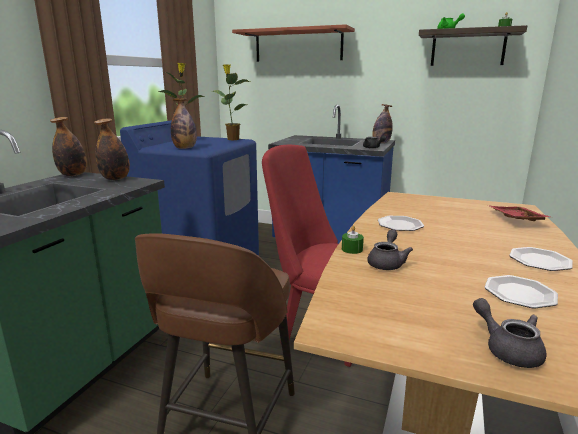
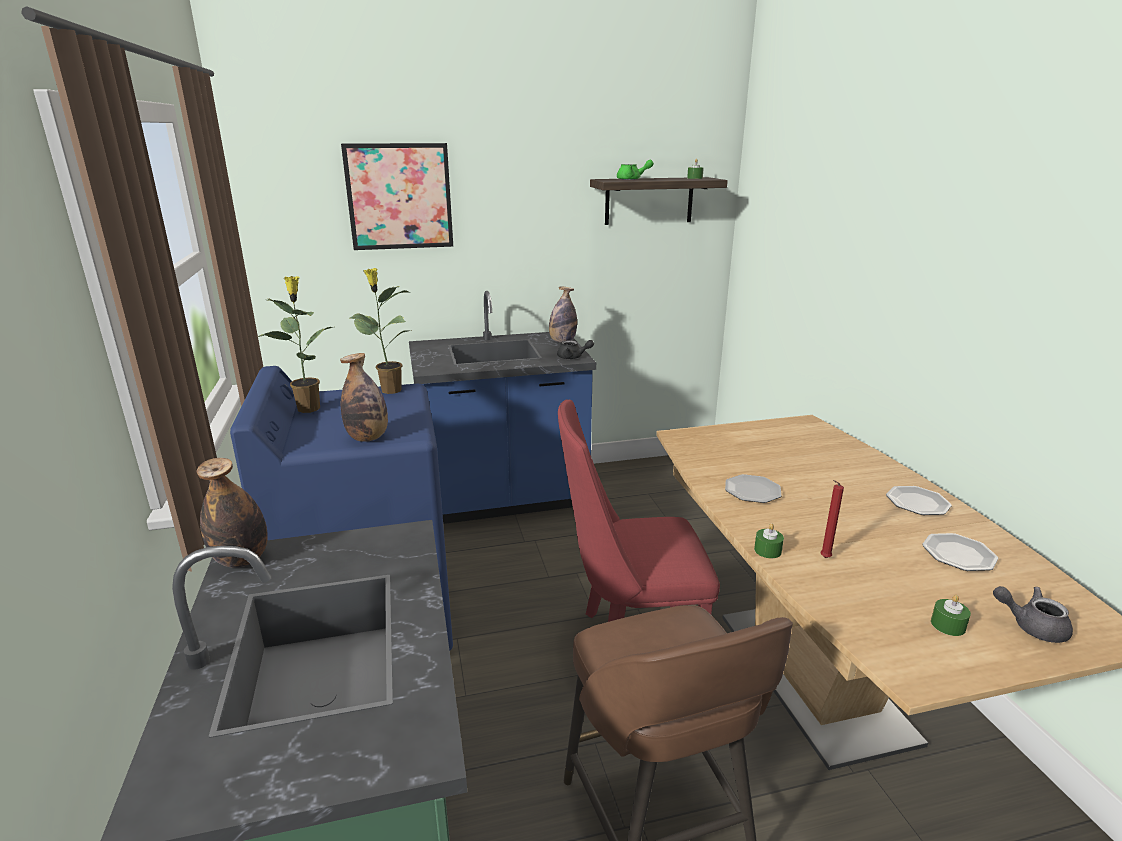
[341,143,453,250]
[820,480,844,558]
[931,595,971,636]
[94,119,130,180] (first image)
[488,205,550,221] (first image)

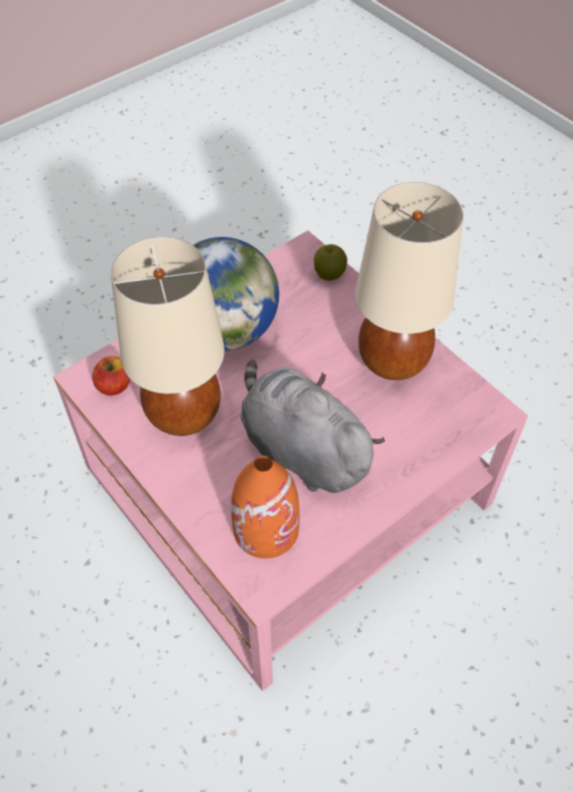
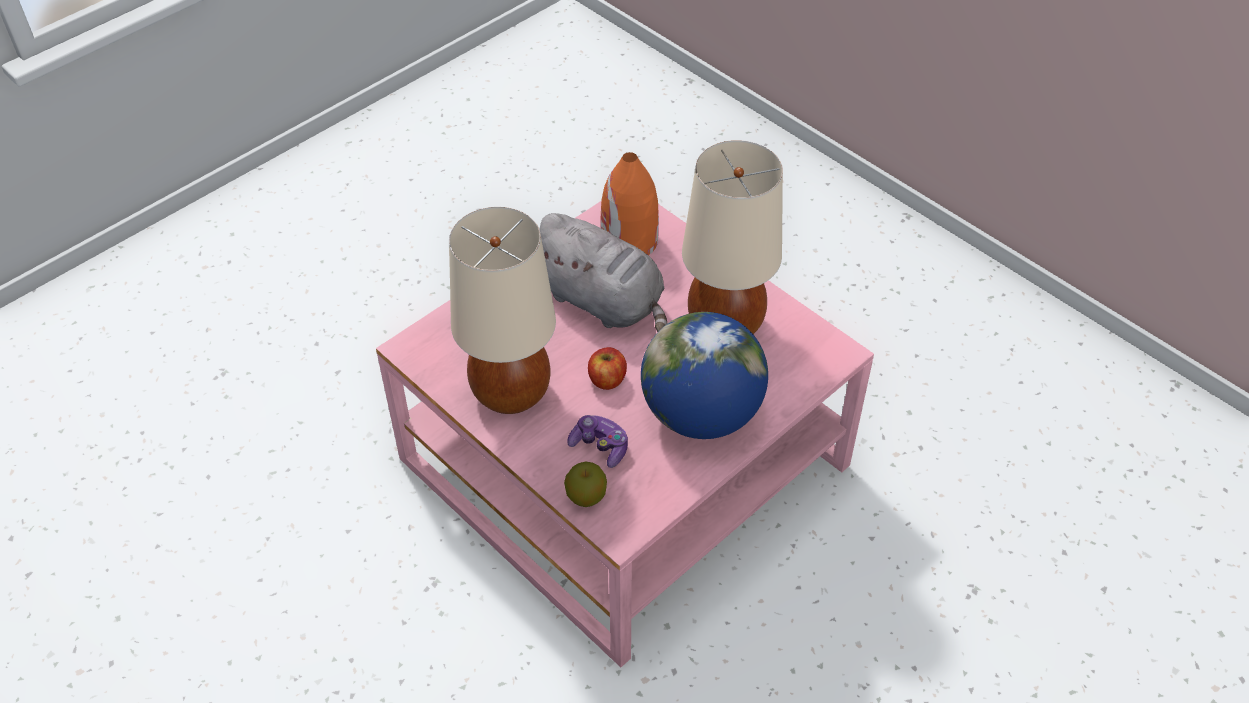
[567,415,628,468]
[588,347,627,390]

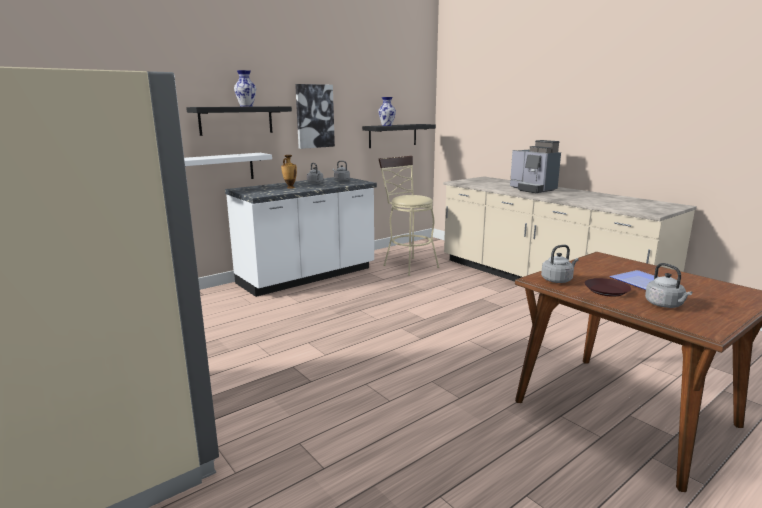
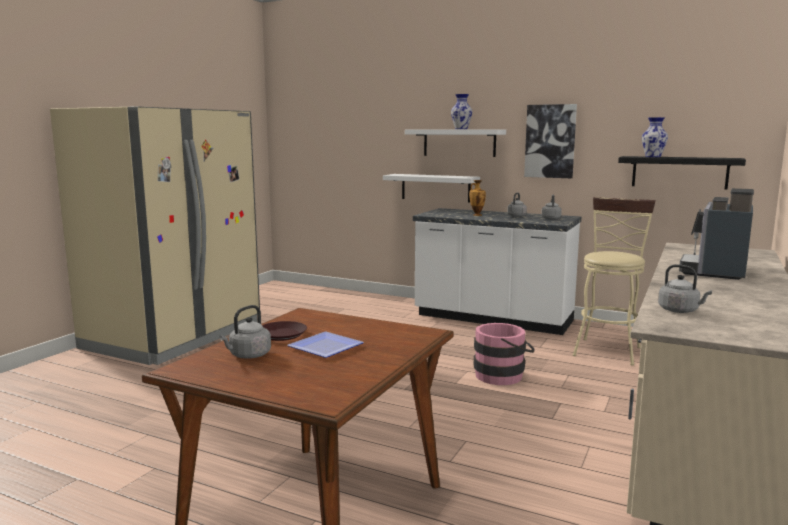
[405,129,506,157]
[474,323,534,385]
[658,264,712,313]

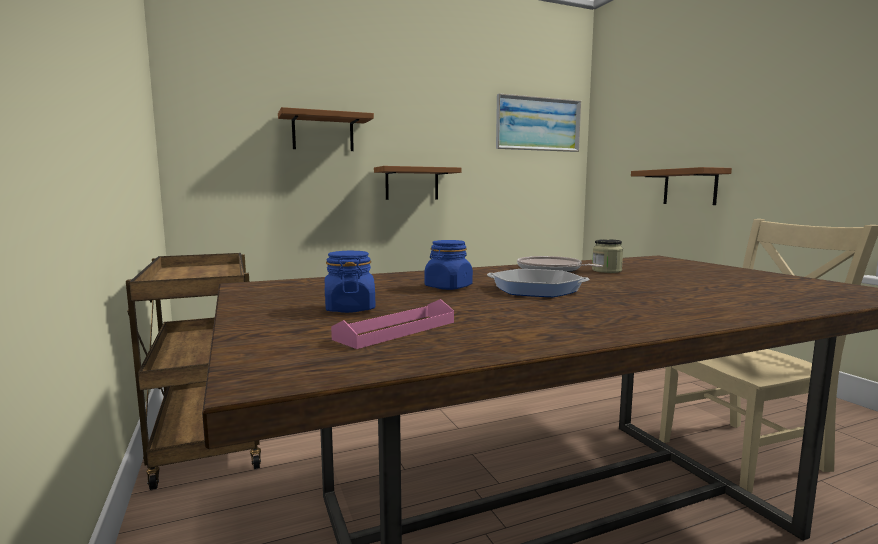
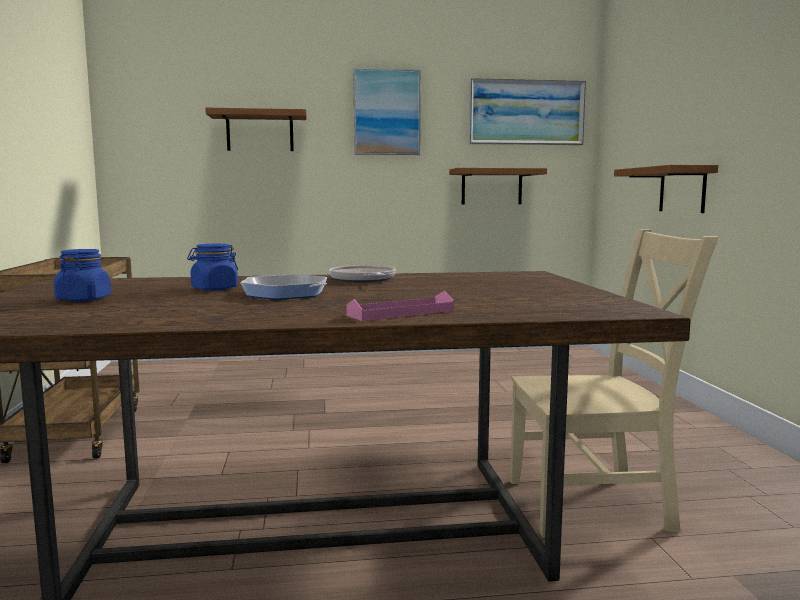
[346,291,454,321]
[353,68,421,155]
[449,168,547,204]
[592,239,623,273] (first image)

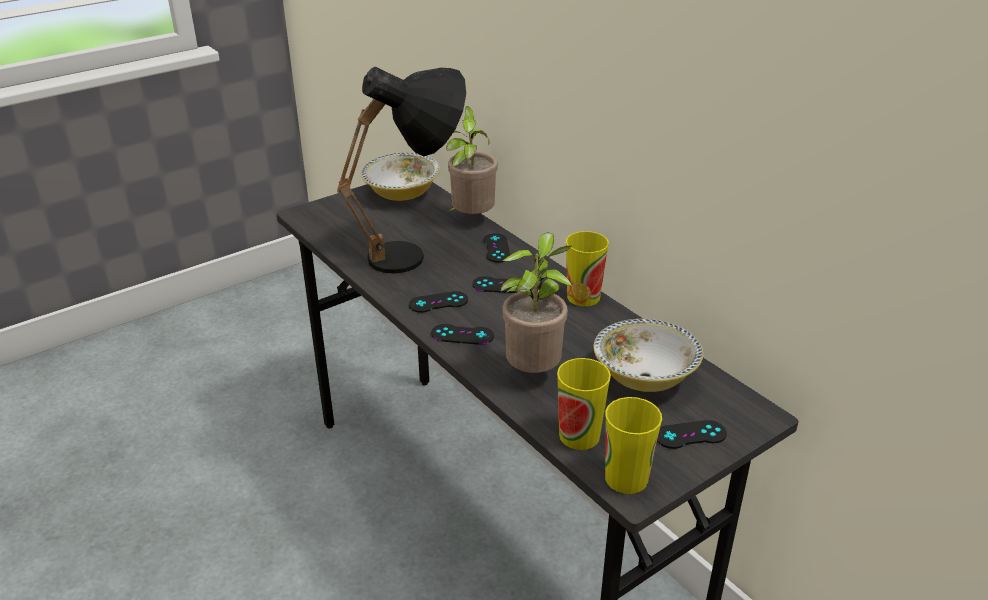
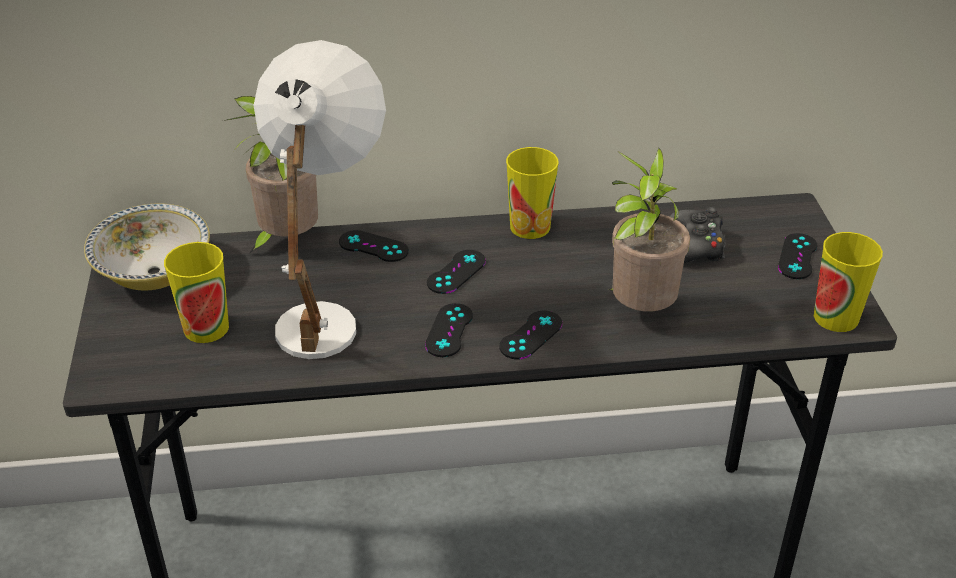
[164,242,229,343]
[253,40,386,359]
[670,207,725,263]

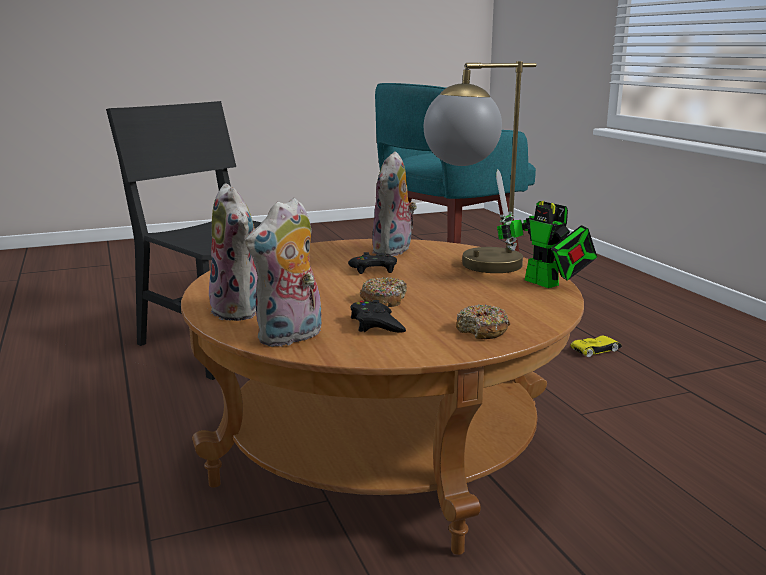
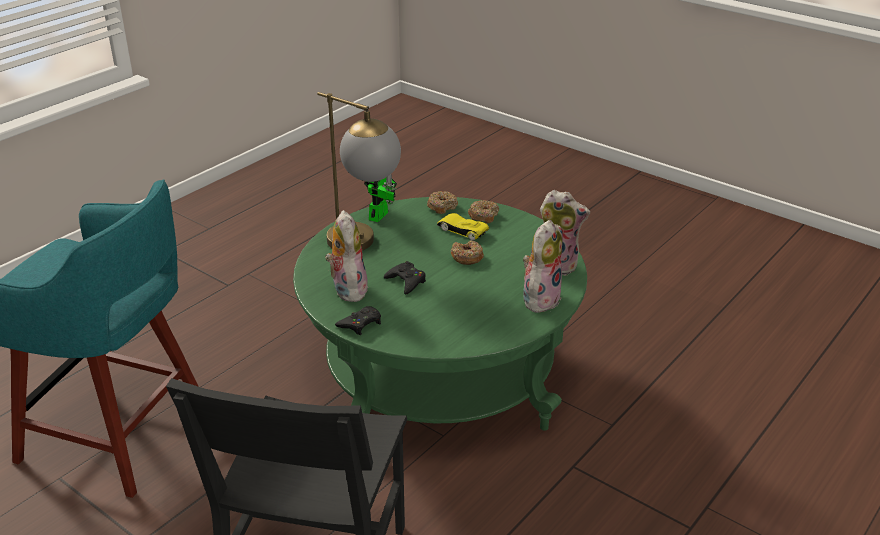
[293,197,587,431]
[325,210,368,302]
[335,306,381,335]
[427,191,458,214]
[437,213,489,241]

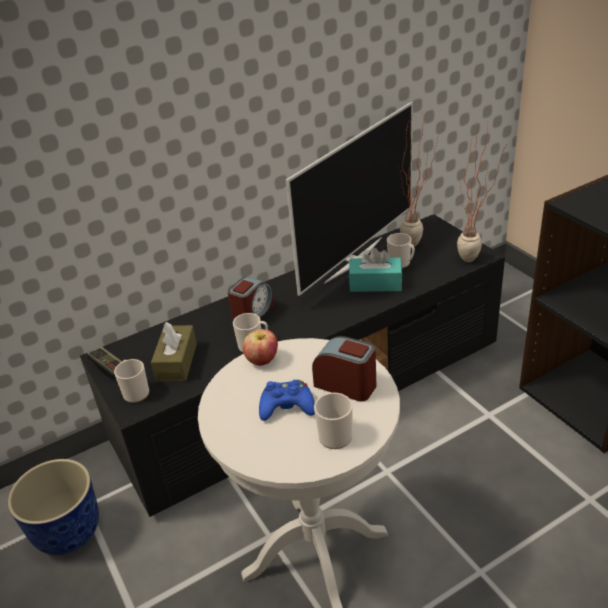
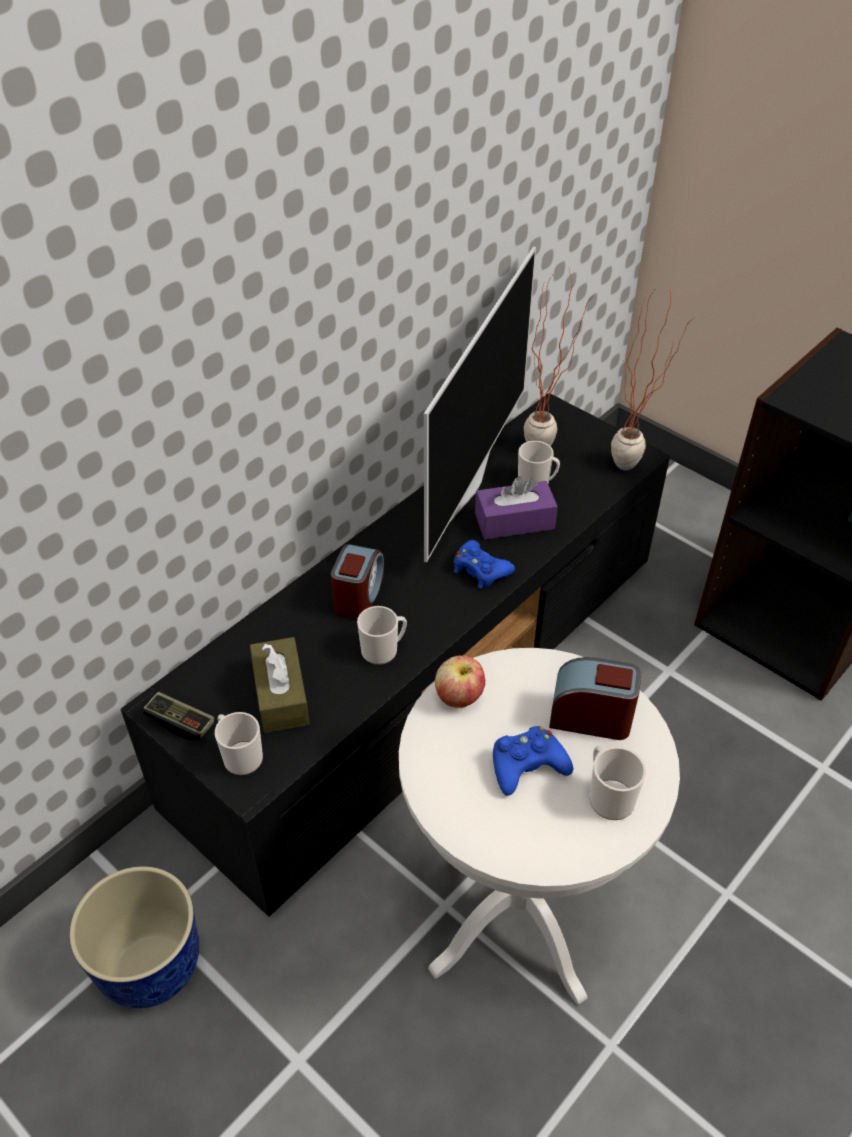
[454,540,515,589]
[475,476,558,539]

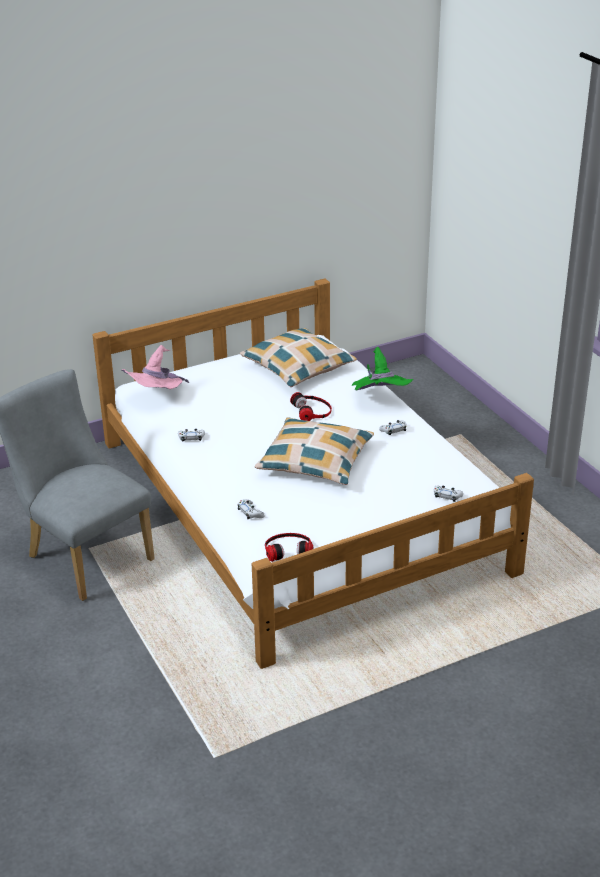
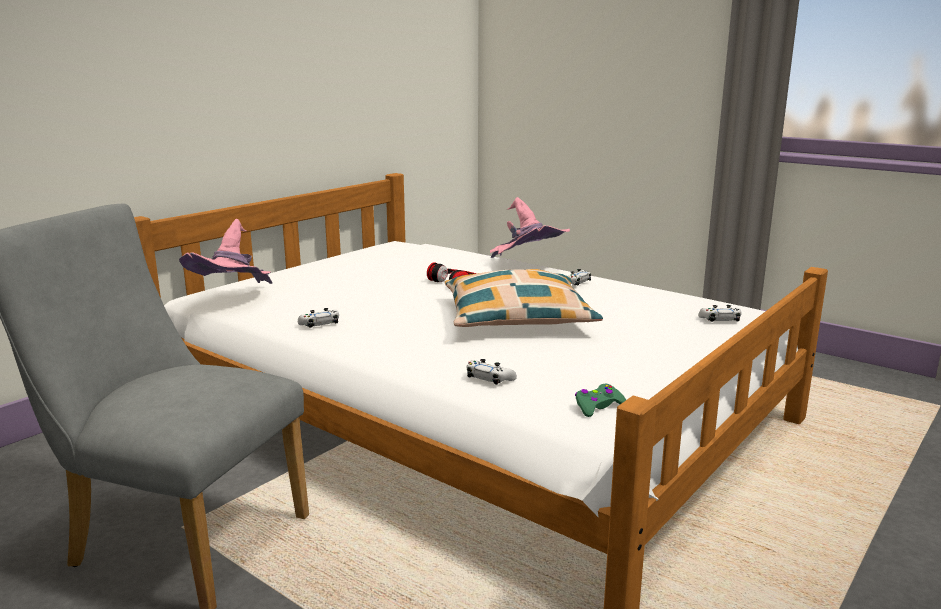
[490,197,570,258]
[575,384,626,417]
[240,328,357,387] (first image)

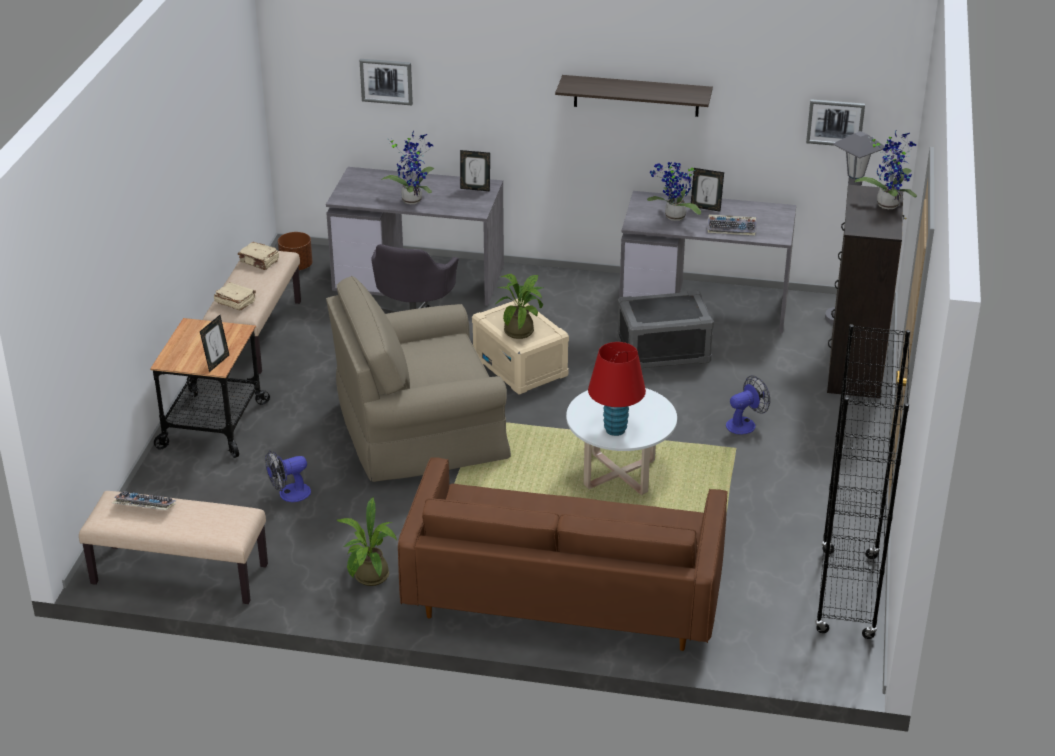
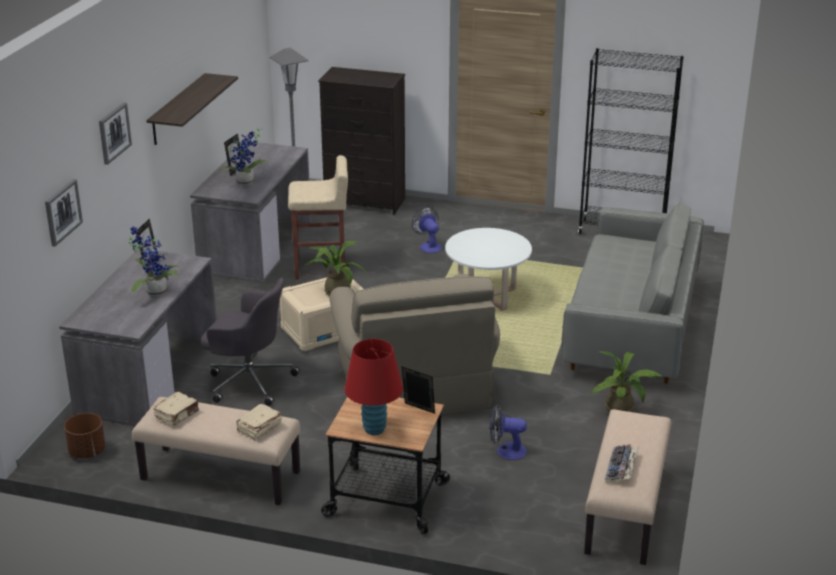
[99,102,132,165]
[288,155,348,280]
[344,339,403,435]
[490,405,527,460]
[561,203,704,384]
[707,214,757,235] (first image)
[854,129,917,209] (first image)

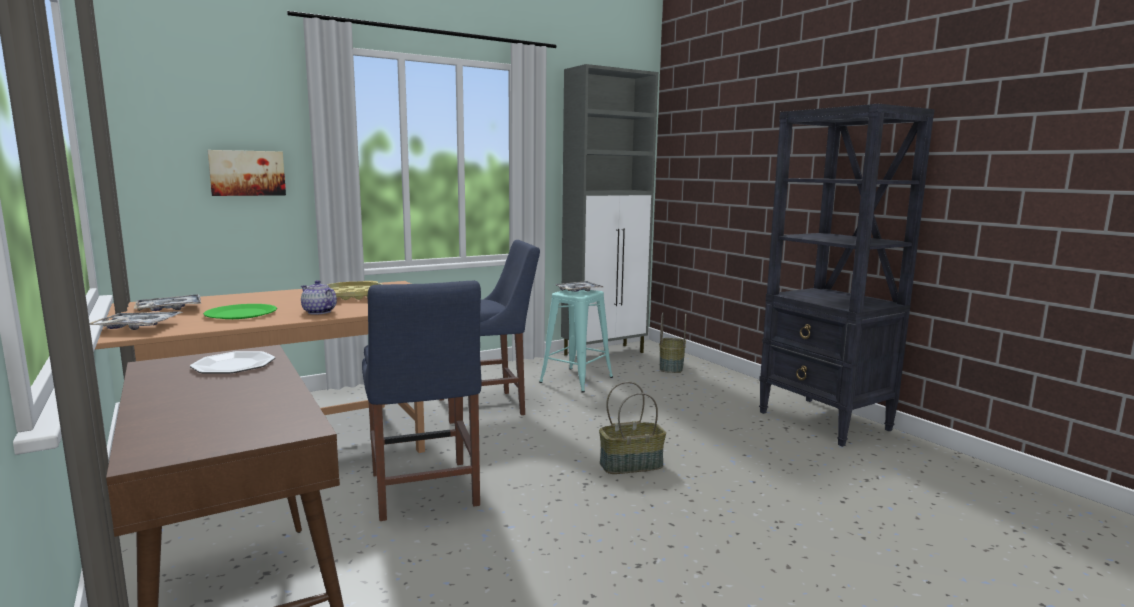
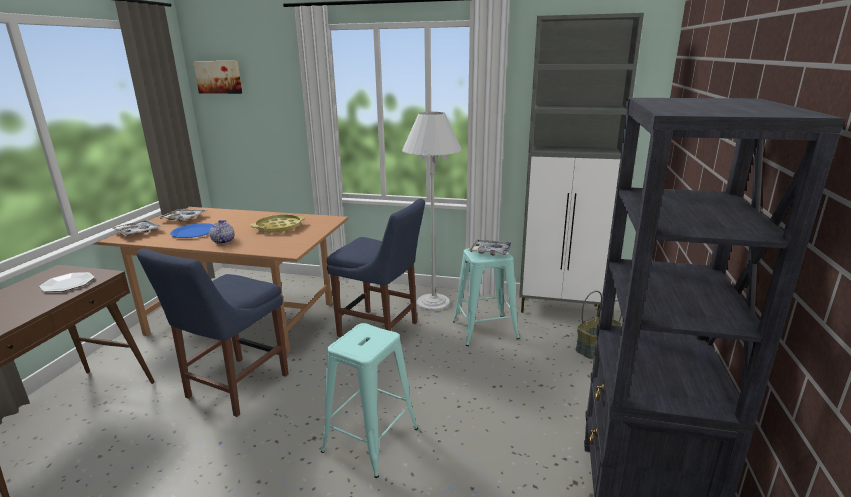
[170,223,213,238]
[193,61,242,94]
[321,323,418,478]
[402,112,462,311]

